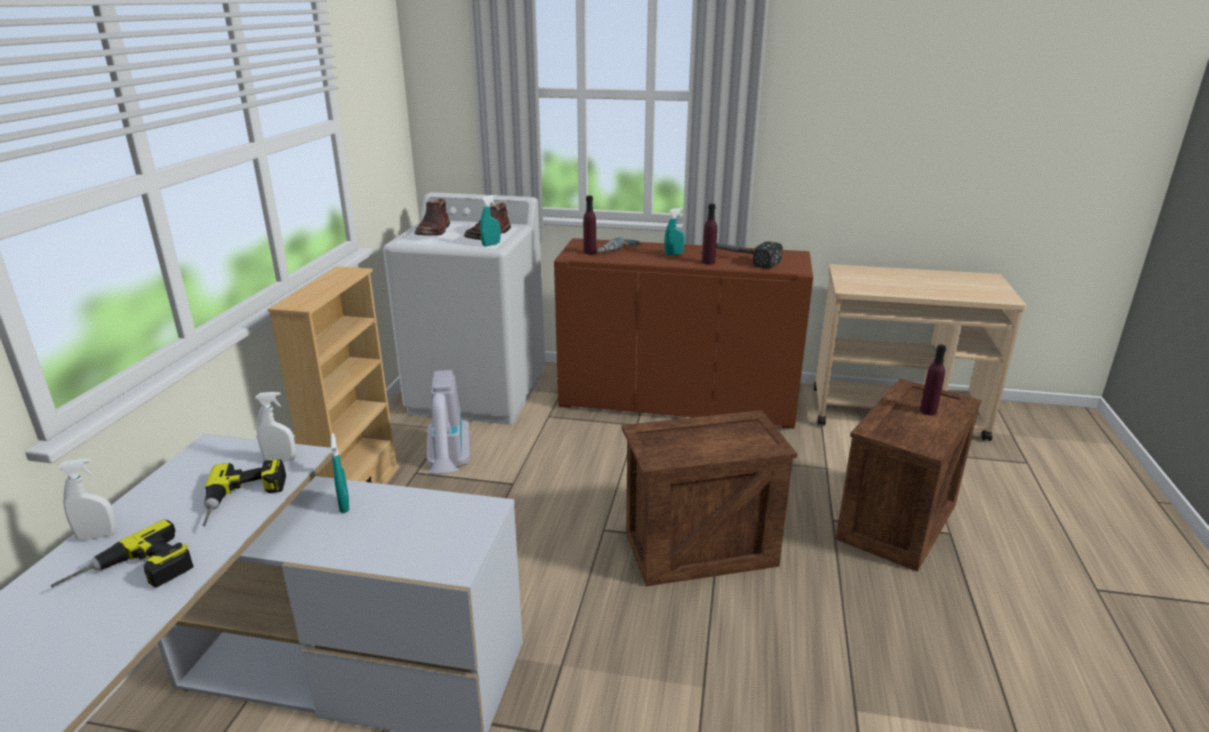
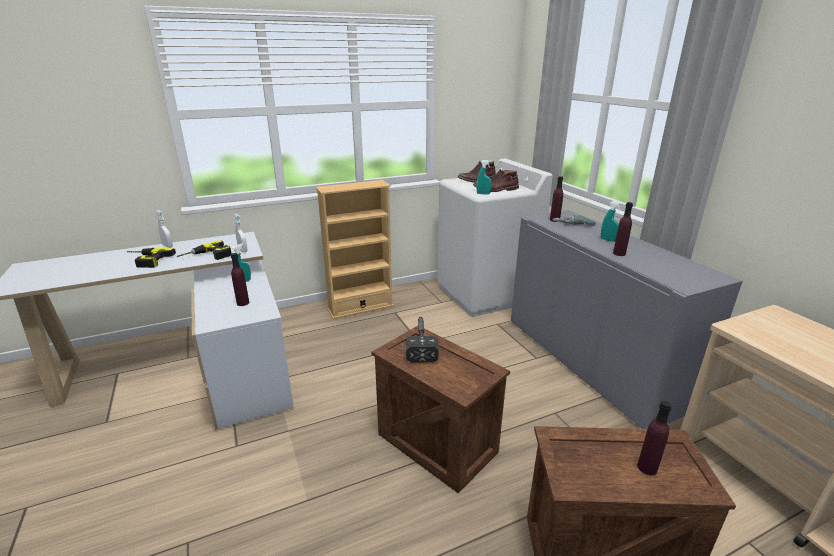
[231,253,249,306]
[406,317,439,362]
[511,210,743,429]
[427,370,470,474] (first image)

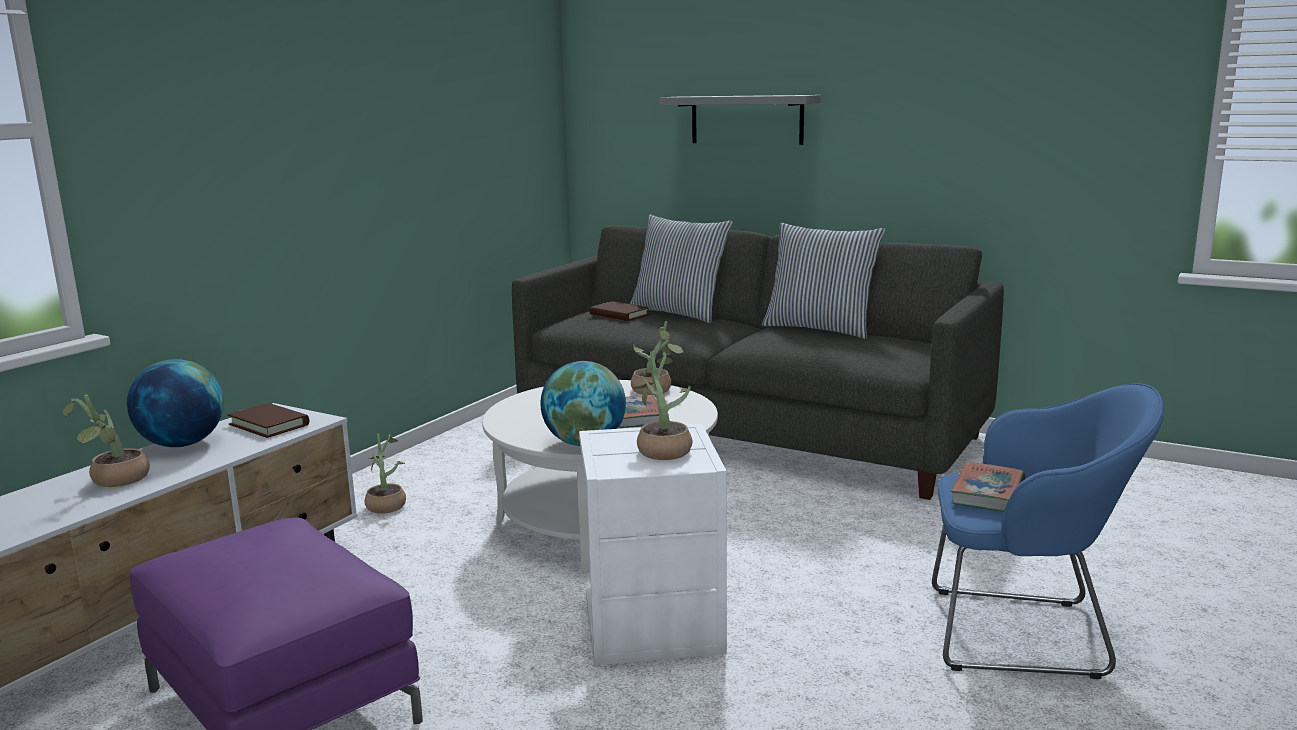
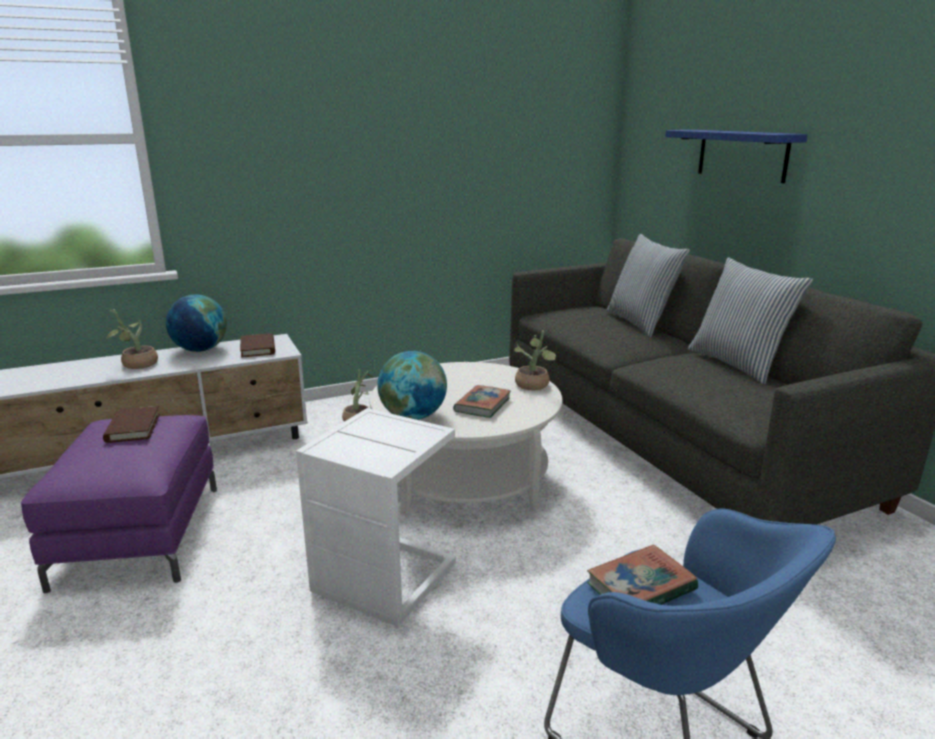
[103,406,160,443]
[665,130,808,183]
[632,352,694,460] (first image)

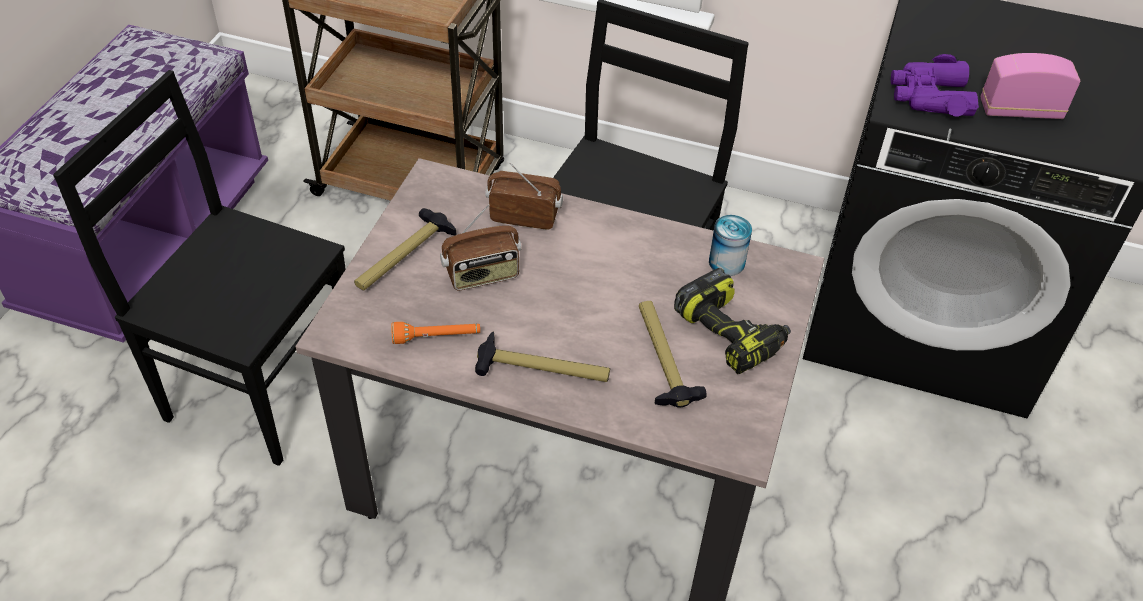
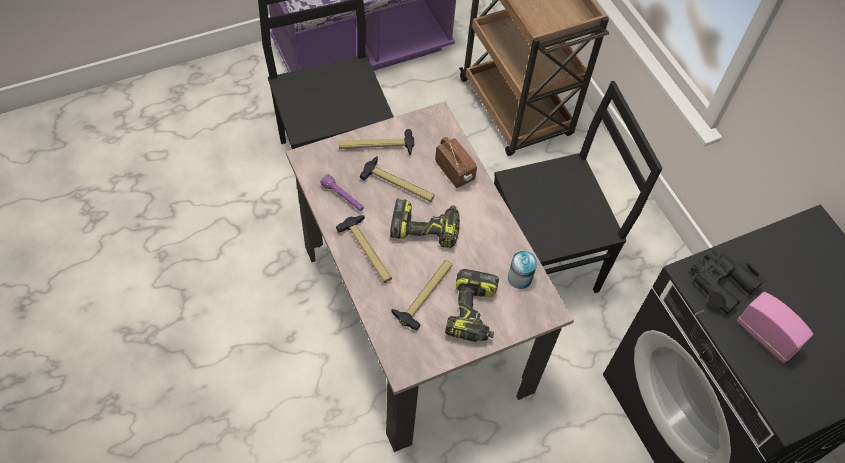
[320,174,364,211]
[360,156,435,202]
[390,198,460,248]
[691,250,765,314]

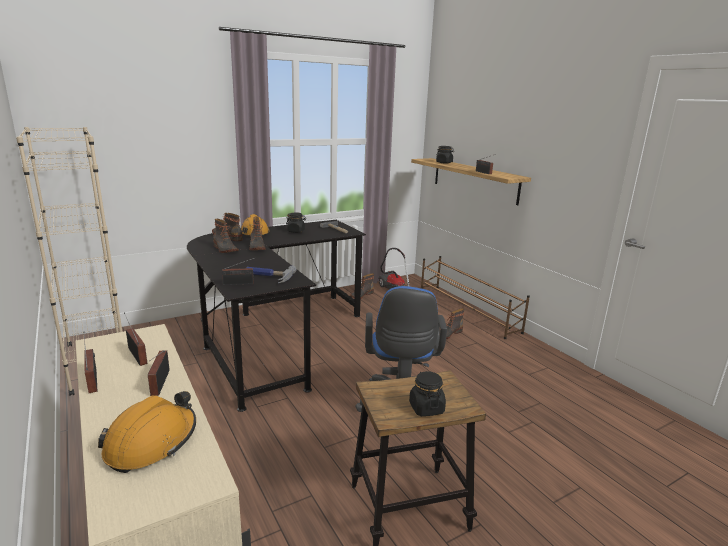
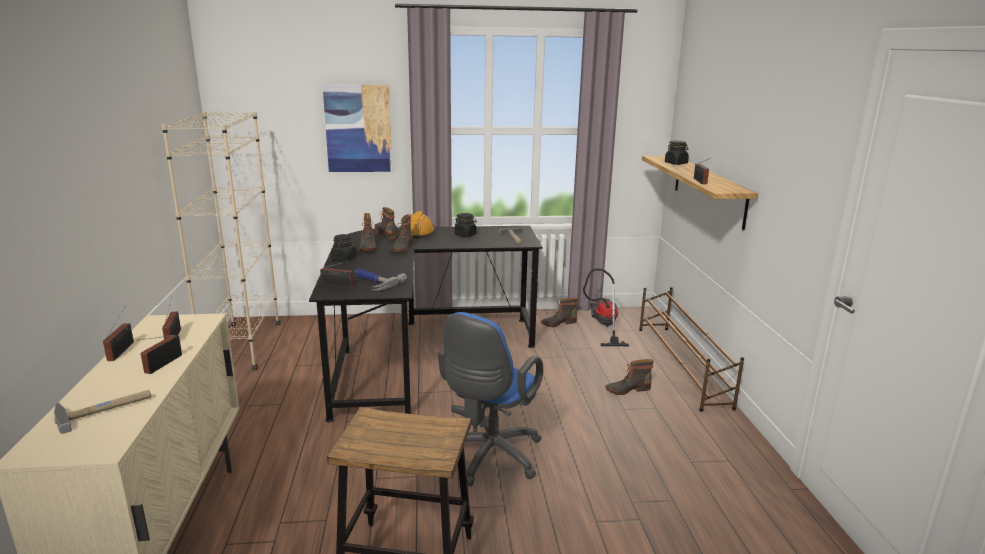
[54,390,151,434]
[323,84,392,172]
[331,234,357,262]

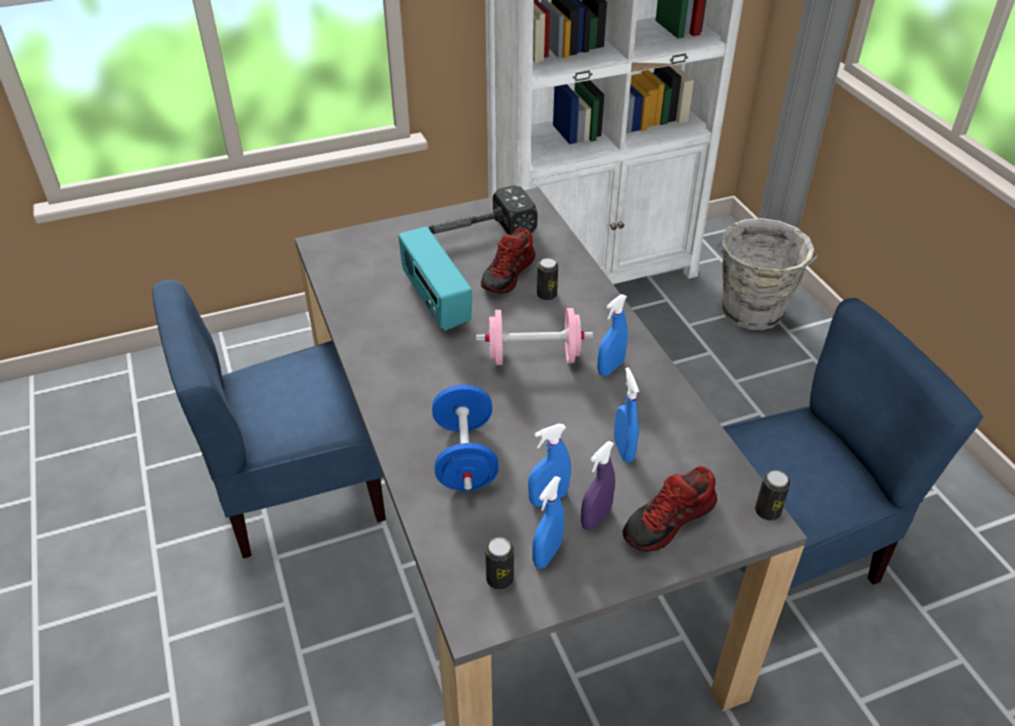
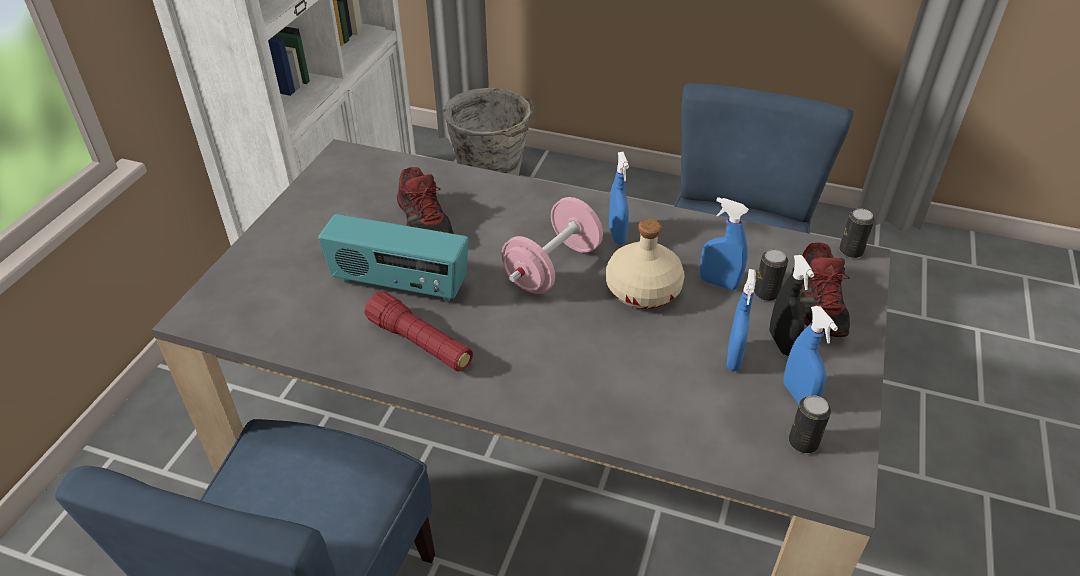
[364,291,473,372]
[606,219,685,309]
[754,249,788,301]
[769,255,814,356]
[429,185,538,235] (first image)
[432,385,499,491] (first image)

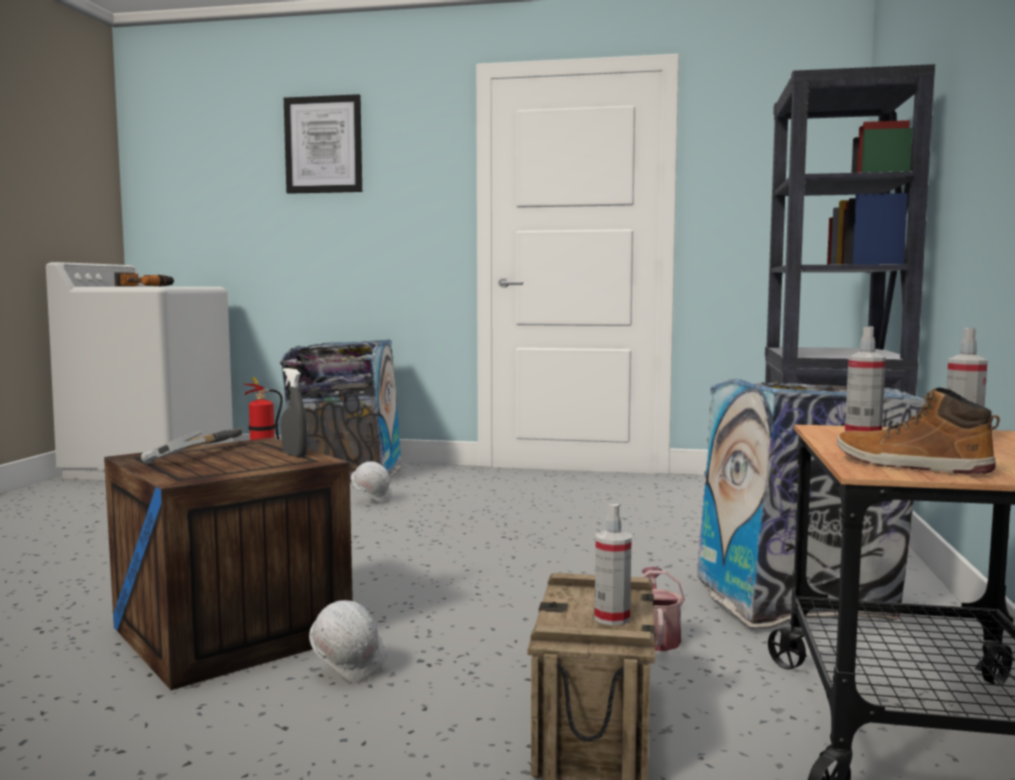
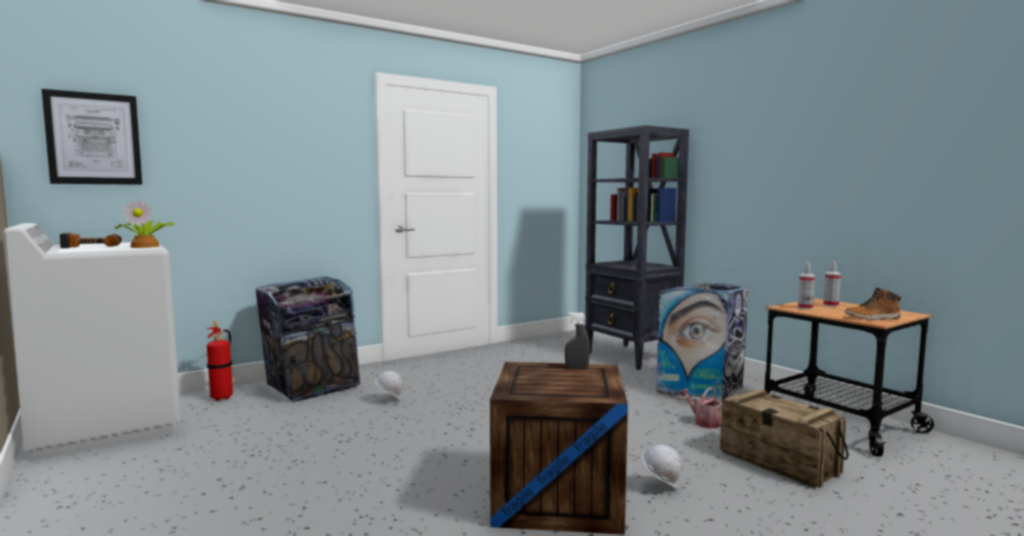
[42,89,142,185]
[114,199,176,248]
[141,428,242,464] (first image)
[595,504,631,626] (first image)

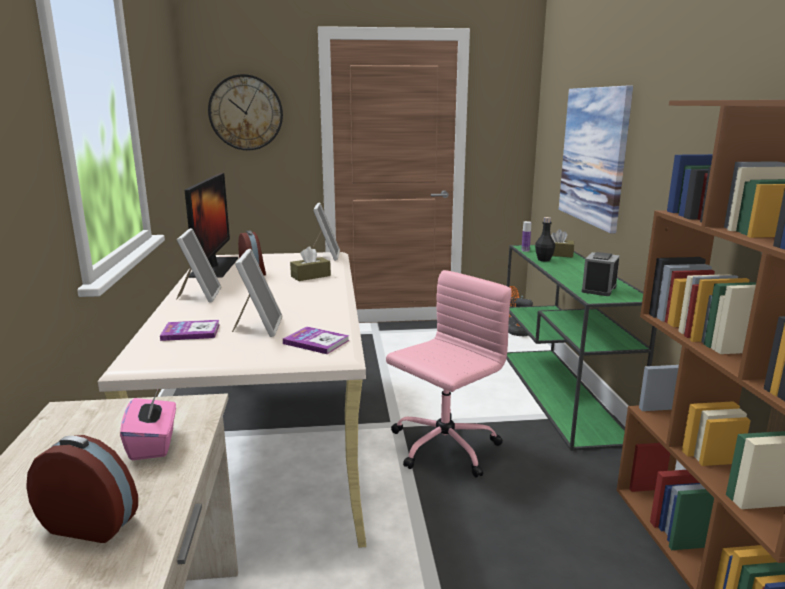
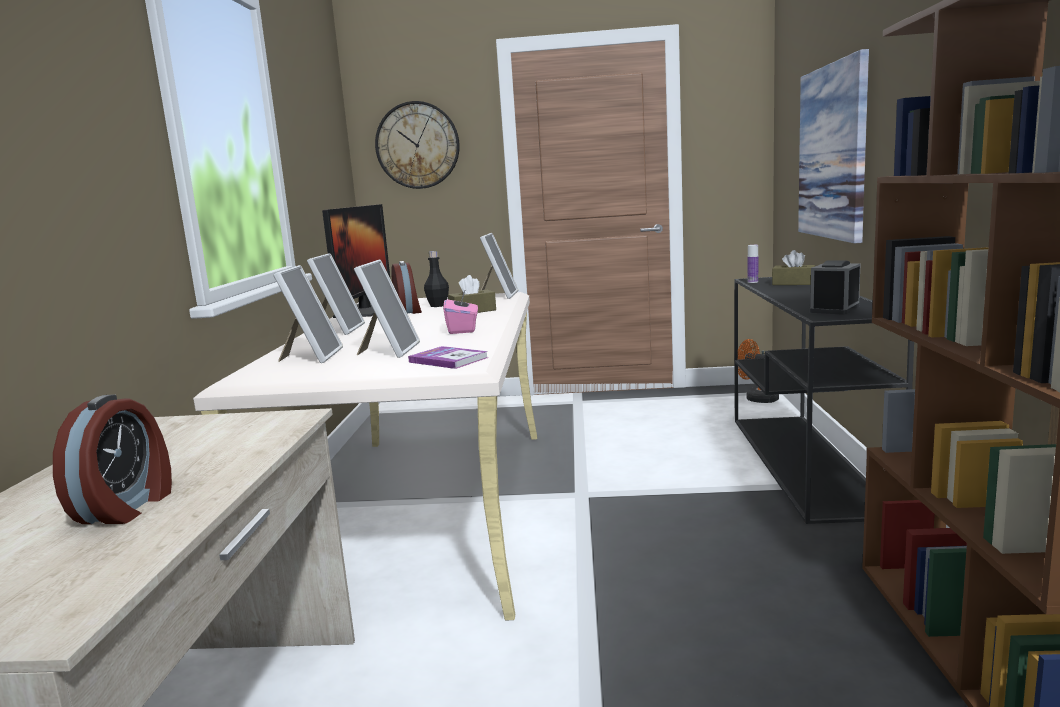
[53,395,172,524]
[273,265,343,363]
[424,251,449,307]
[443,289,478,334]
[734,277,914,524]
[386,270,512,477] (first image)

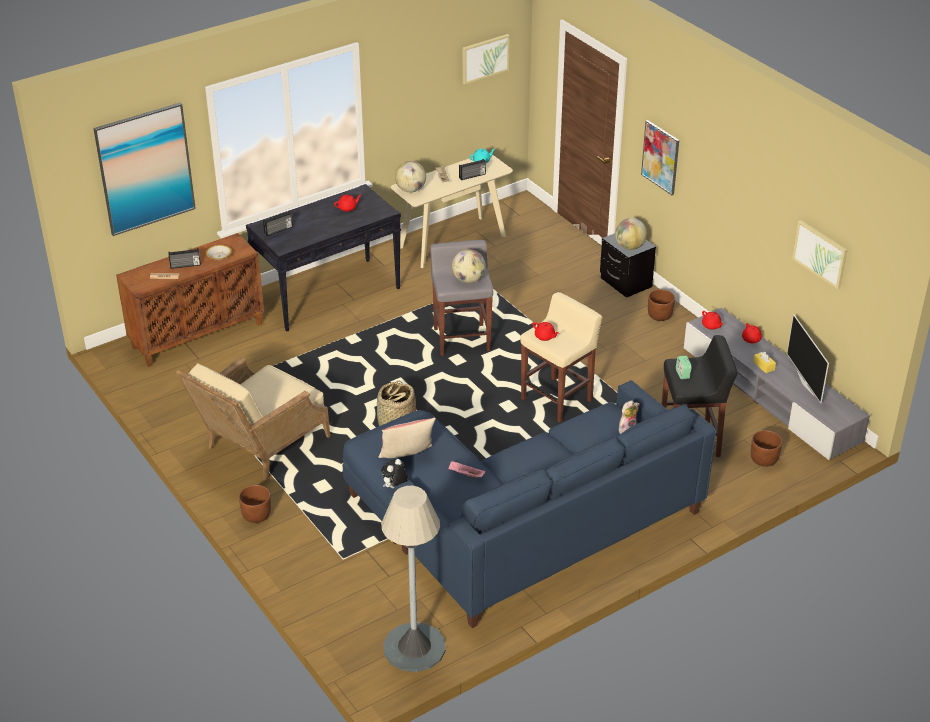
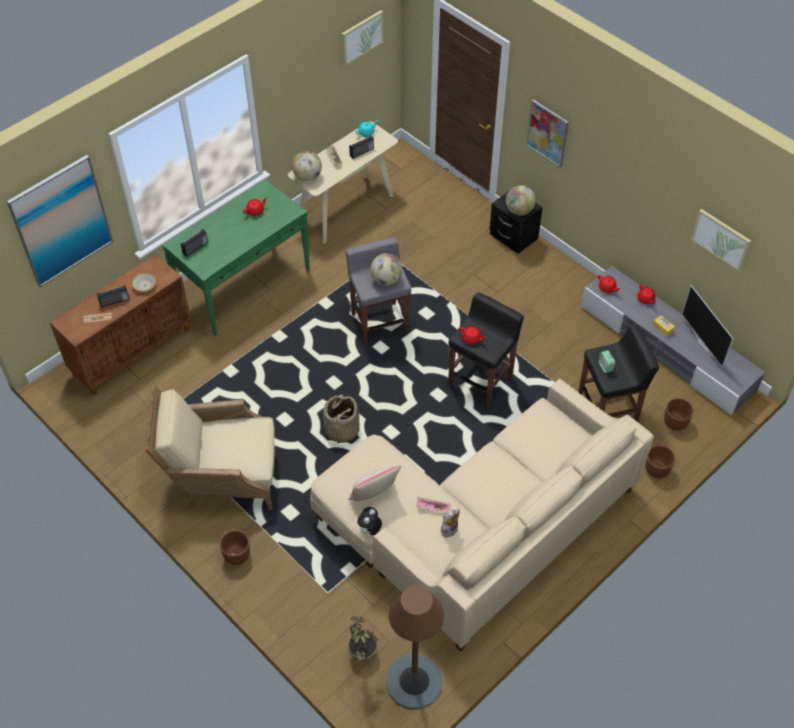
[145,384,275,510]
[162,179,310,336]
[310,379,654,651]
[348,616,378,662]
[386,585,444,709]
[441,509,460,537]
[448,292,524,407]
[645,445,675,479]

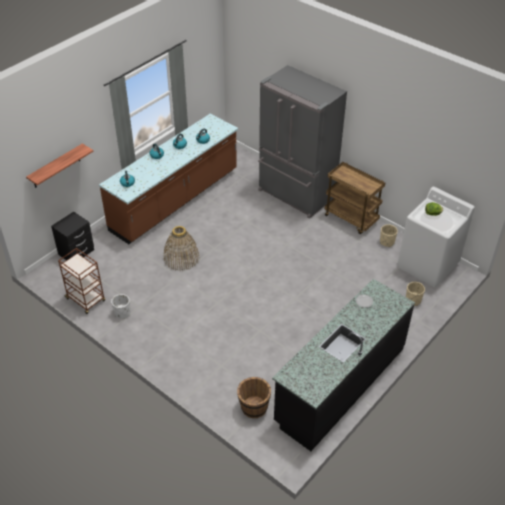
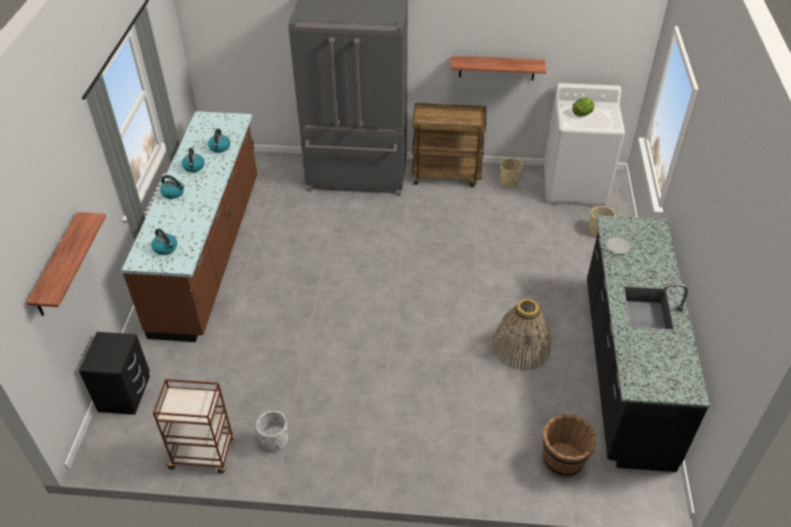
[450,56,546,80]
[492,299,551,371]

